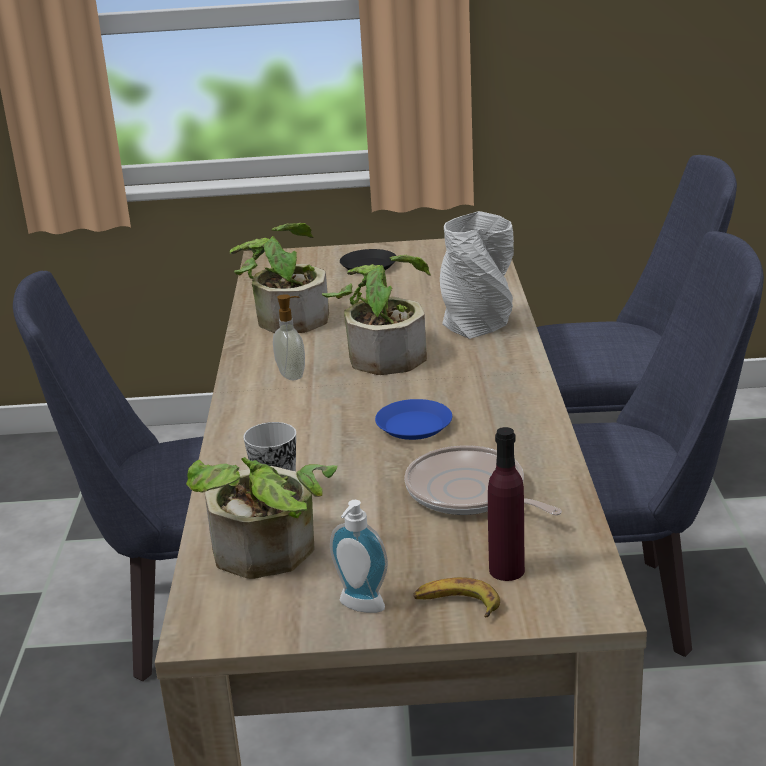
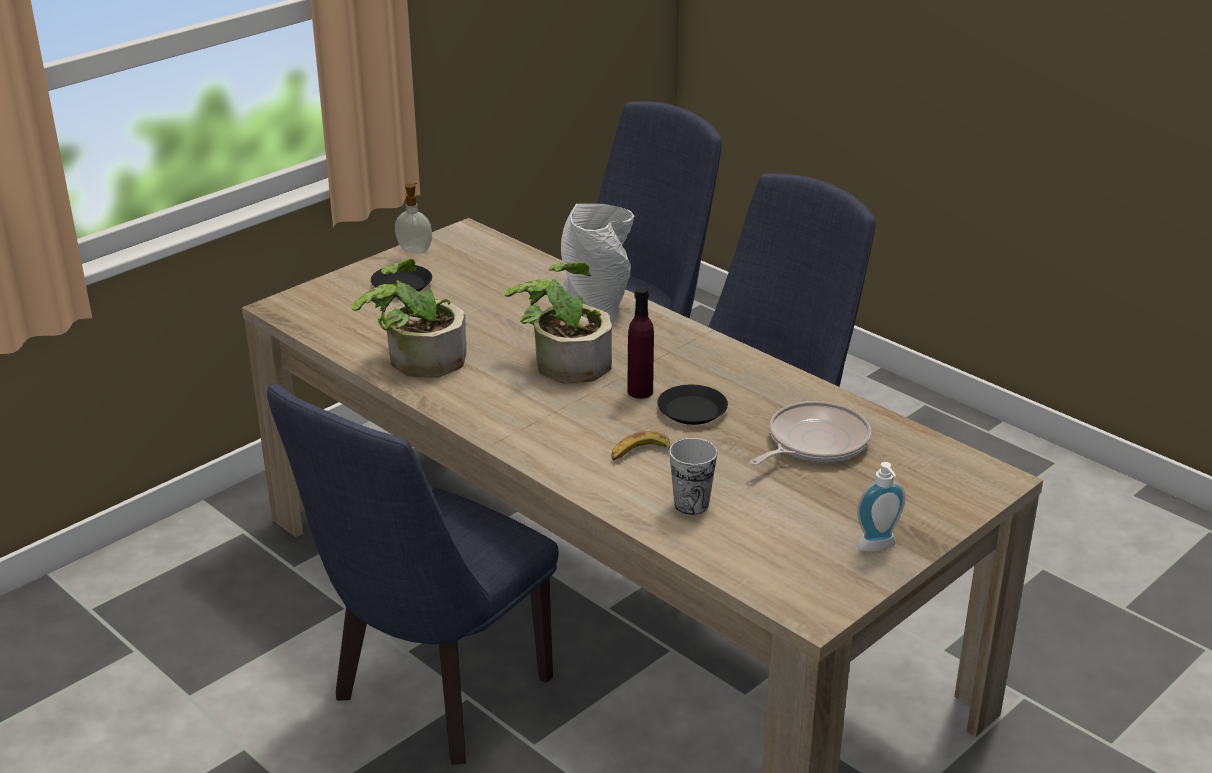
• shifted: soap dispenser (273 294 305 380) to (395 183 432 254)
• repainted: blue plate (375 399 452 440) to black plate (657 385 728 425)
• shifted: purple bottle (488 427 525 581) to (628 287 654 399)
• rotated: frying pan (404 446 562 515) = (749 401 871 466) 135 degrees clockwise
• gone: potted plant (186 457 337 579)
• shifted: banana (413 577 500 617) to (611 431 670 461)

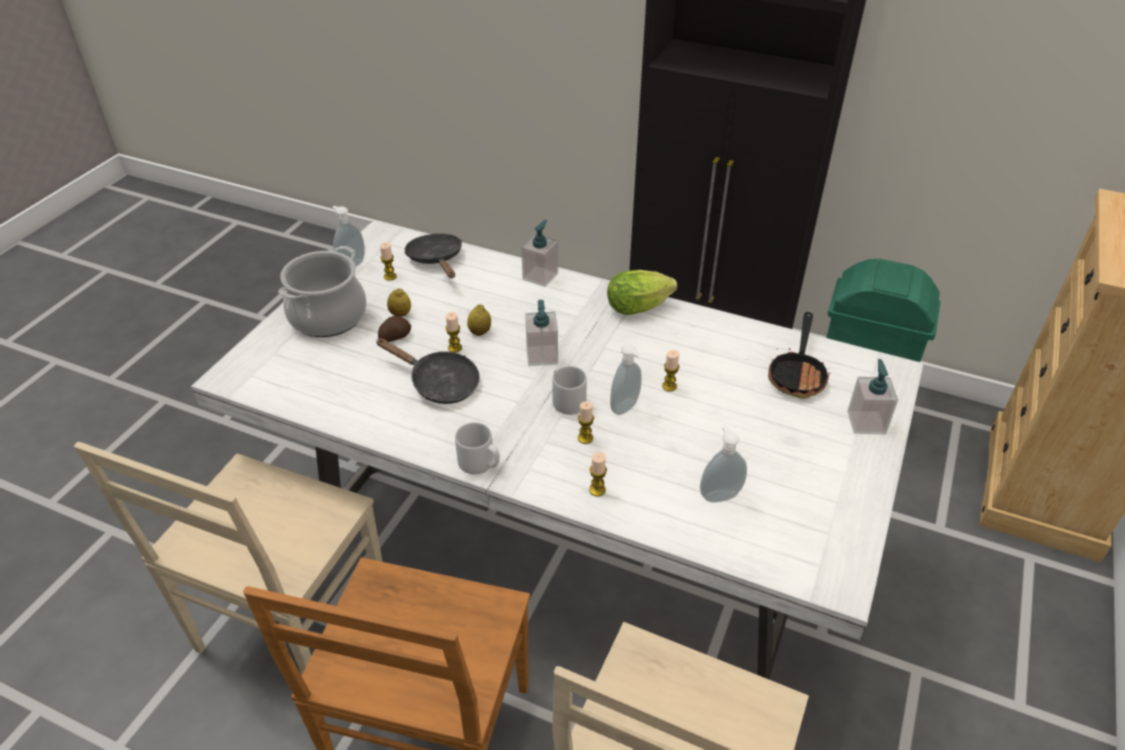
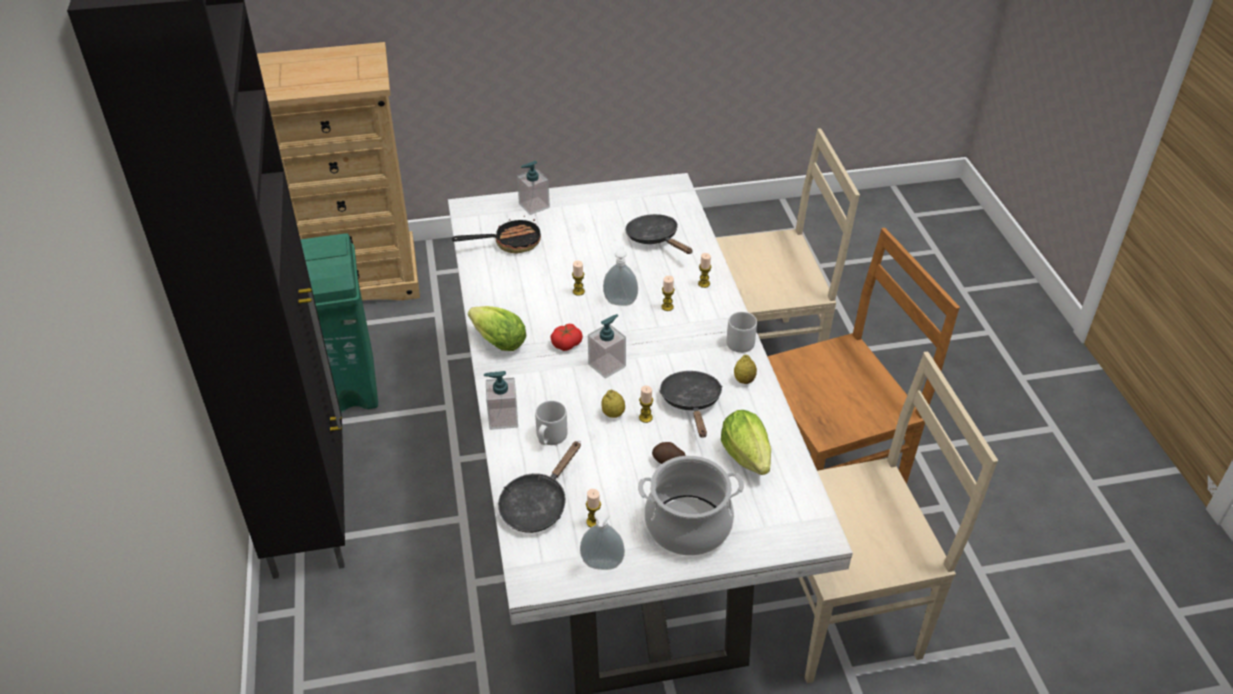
• shifted: lemon (387 288 411 317) to (734 355 757 384)
• shifted: grey mug (552 366 587 415) to (535 401 568 445)
• swapped: soap dispenser (700 426 747 503) to black frying pan (626 214 693 254)
• new: tomato (550 324 583 351)
• new: lettuce (721 410 771 475)

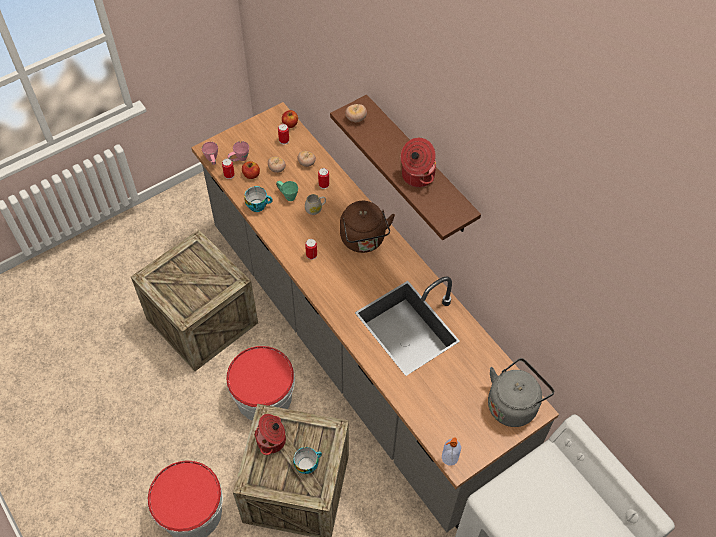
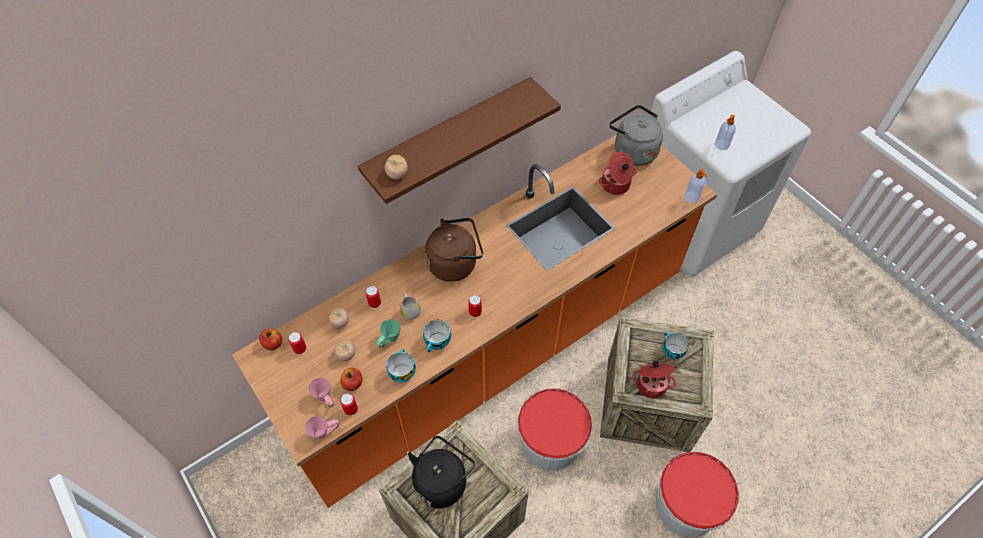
• repainted: grey counter (191 102 559 532) to orange counter (232 135 717 508)
• shifted: cooking pot (401 138 436 187) to (599 151 637 195)
• new: soap dispenser (715 115 736 150)
• new: cup (423 320 451 352)
• new: black kettle (408 436 475 509)

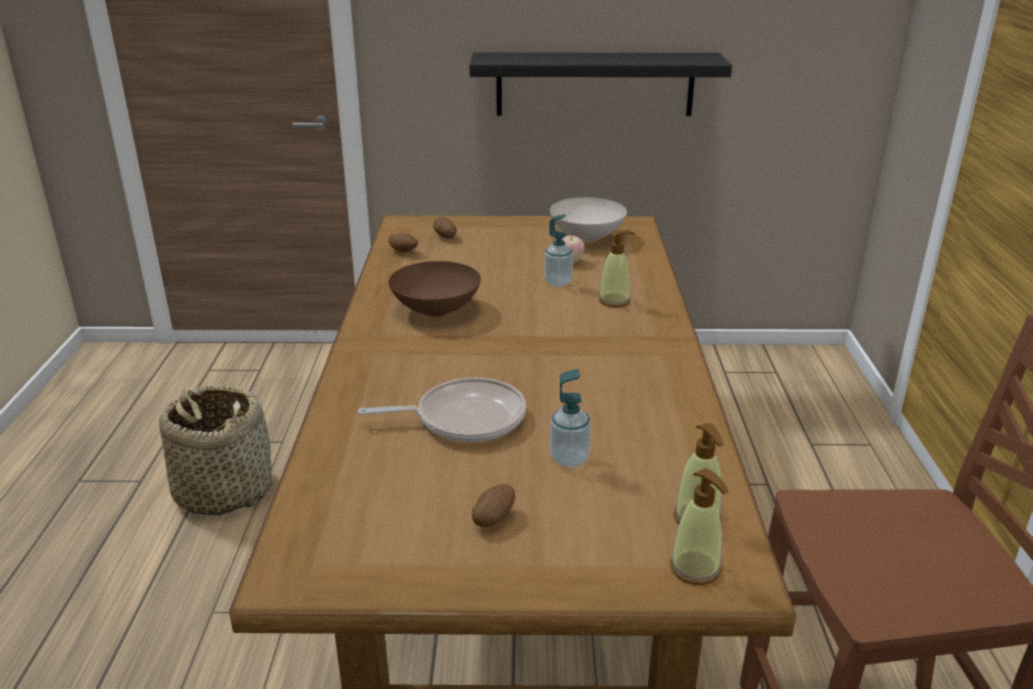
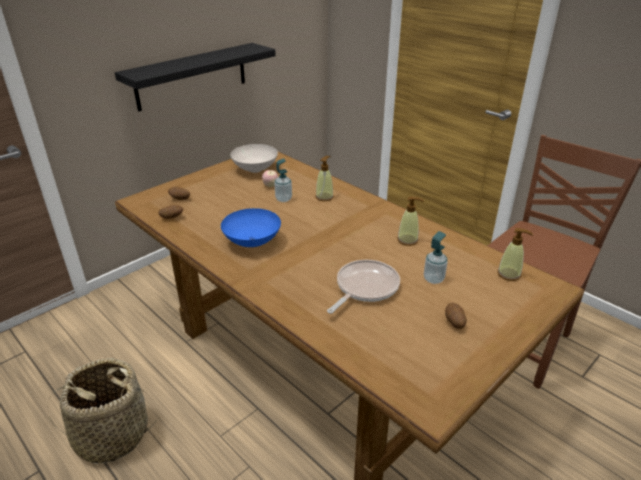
• repainted: brown bowl (388 261 481 317) to blue bowl (221 208 281 247)
• shifted: soap dispenser (670 468 728 585) to (397 197 424 246)

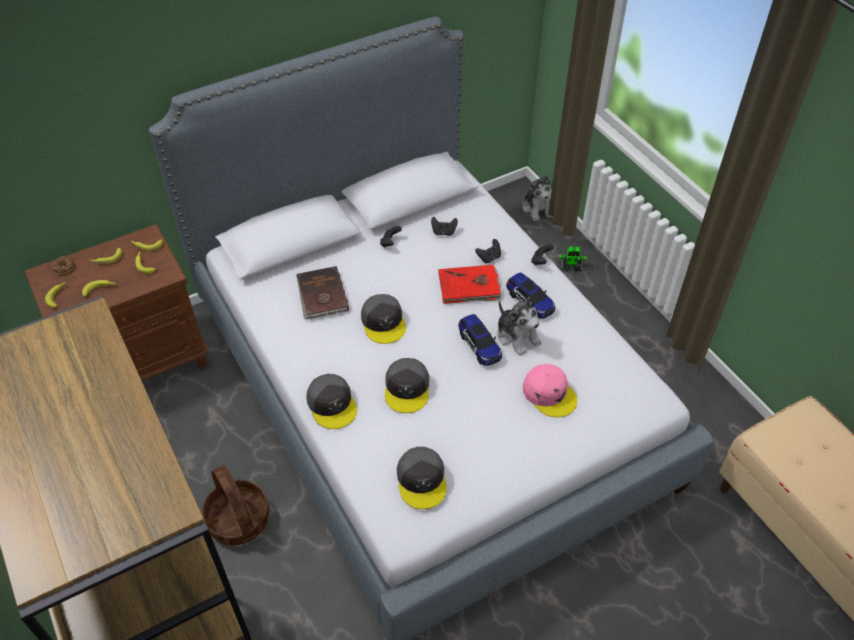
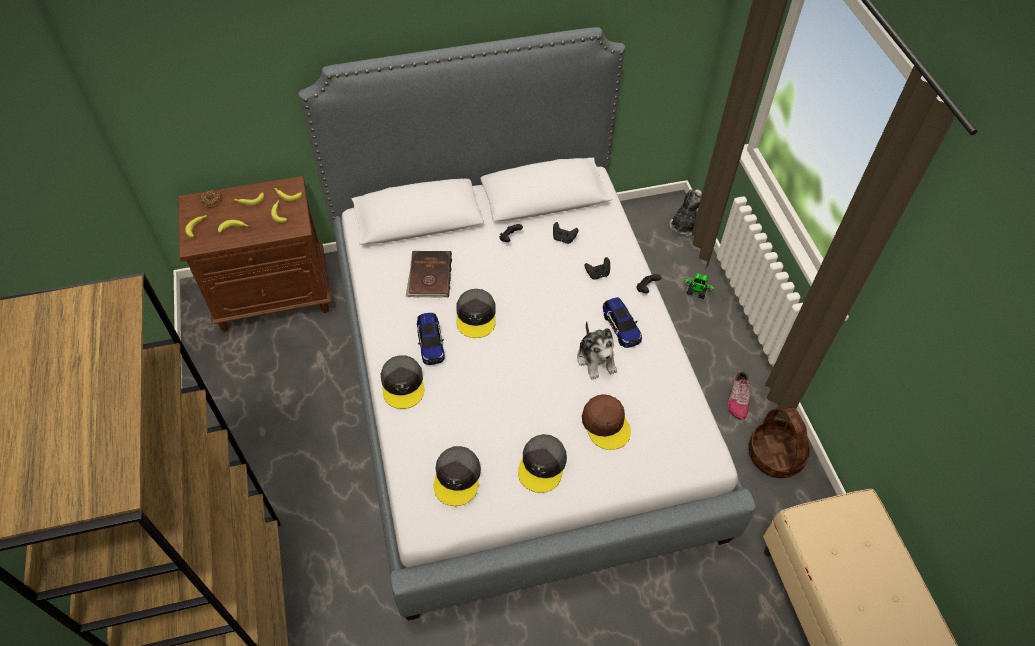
• rotated: plush toy (523 175 553 221) = (670 189 702 236) 150 degrees counterclockwise
• gone: red book (439 265 503 304)
• shifted: toy car (458 314 502 366) to (417 313 444 365)
• shifted: grey cap (385 358 429 413) to (518 434 567 493)
• repainted: pink cap (523 364 577 417) to brown cap (582 394 631 450)
• shifted: basket (202 465 269 545) to (749 407 811 478)
• new: shoe (727 371 751 420)

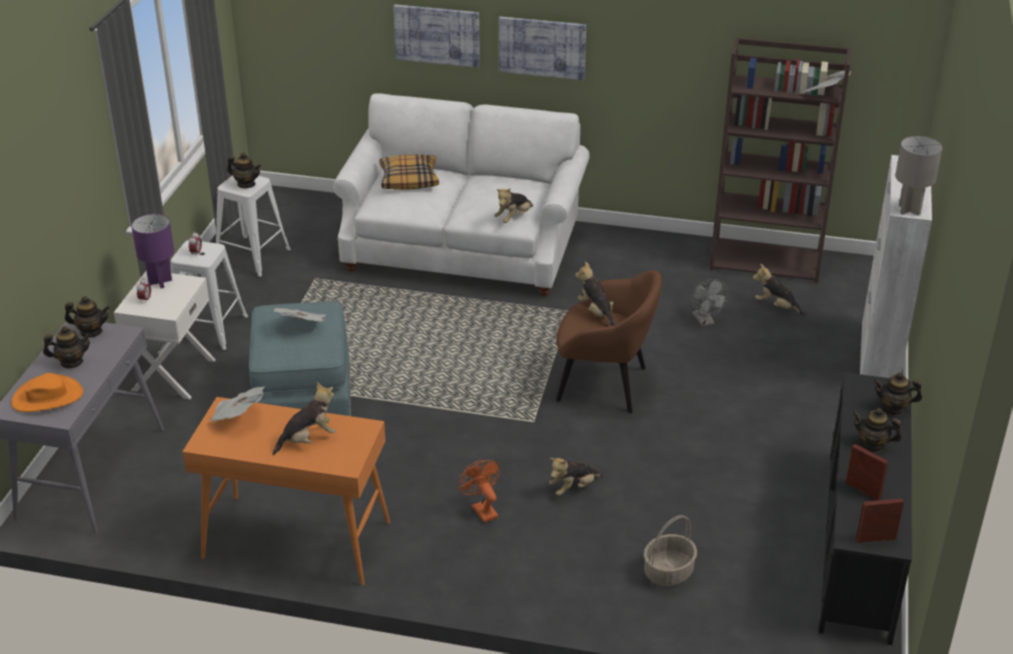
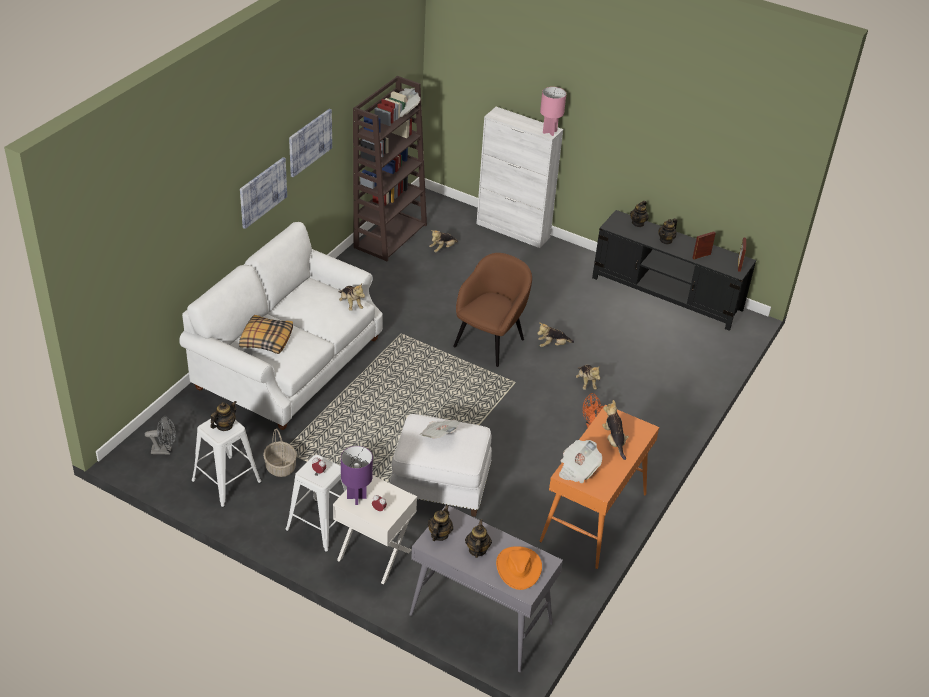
• shifted: picture (393 5 480 68) to (289 109 332 177)
• repainted: grey table lamp (895 136 942 216) to pink table lamp (540 87 566 136)
• shifted: plush toy (575 261 616 326) to (537 323 574 347)
• shifted: grey fan (691 279 728 326) to (145 416 176 455)
• repainted: blue ottoman (249 301 351 416) to white ottoman (390 414 492 517)
• shifted: basket (643 515 697 586) to (263 428 297 477)

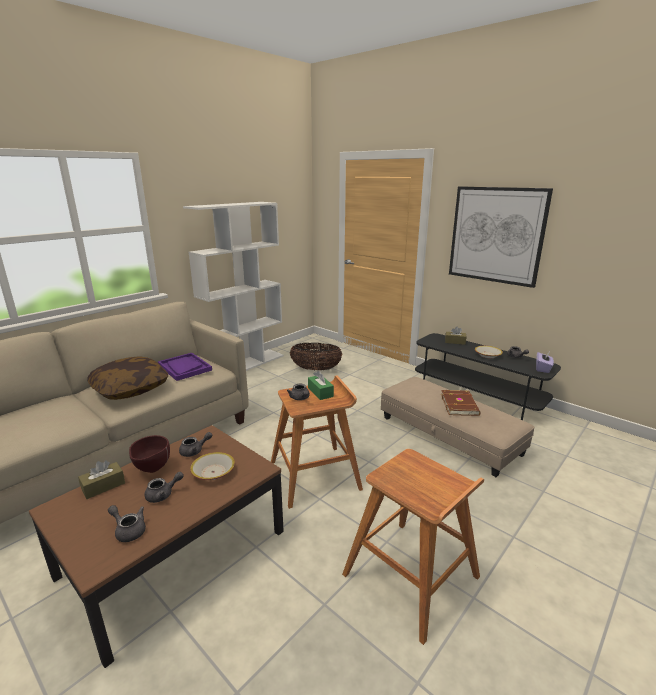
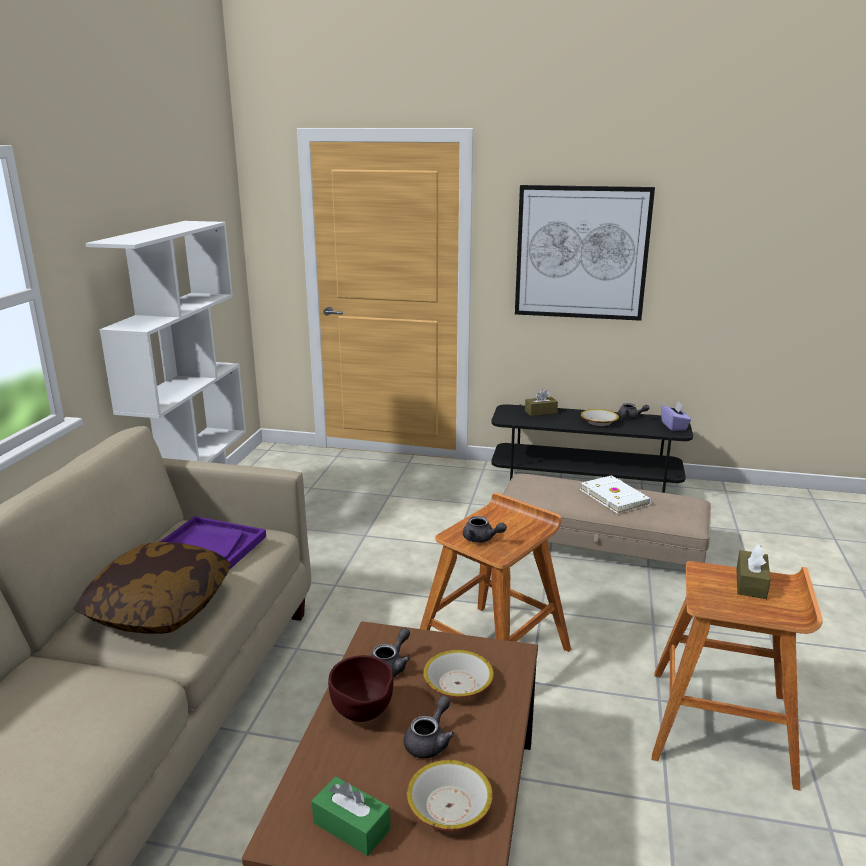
• gone: basket (290 343 342 370)
• shifted: green tissue box (308 371 334 400) to (312 776 391 856)
• repainted: brown book (441 390 480 416) to white book (580 475 651 514)
• shifted: brown tissue box (78 460 125 499) to (736 545 771 599)
• swapped: grey teapot (108 505 146 542) to bowl (407 760 493 831)

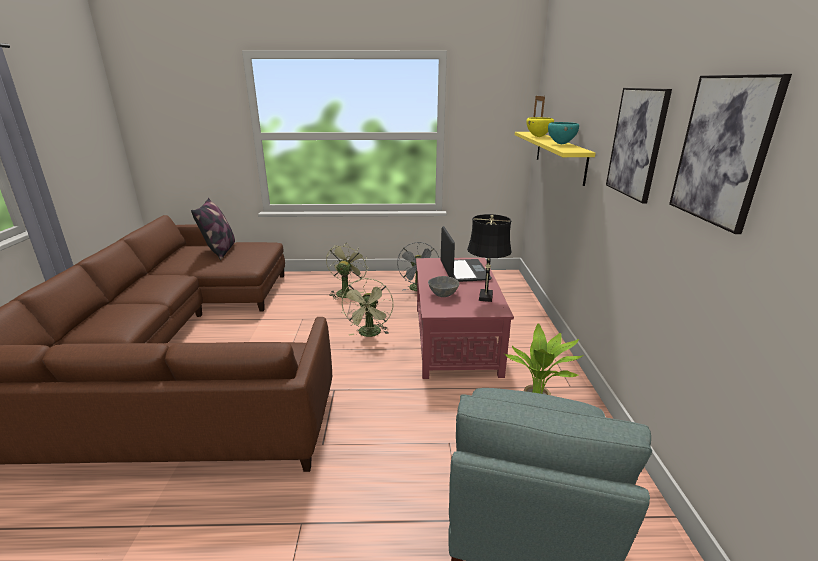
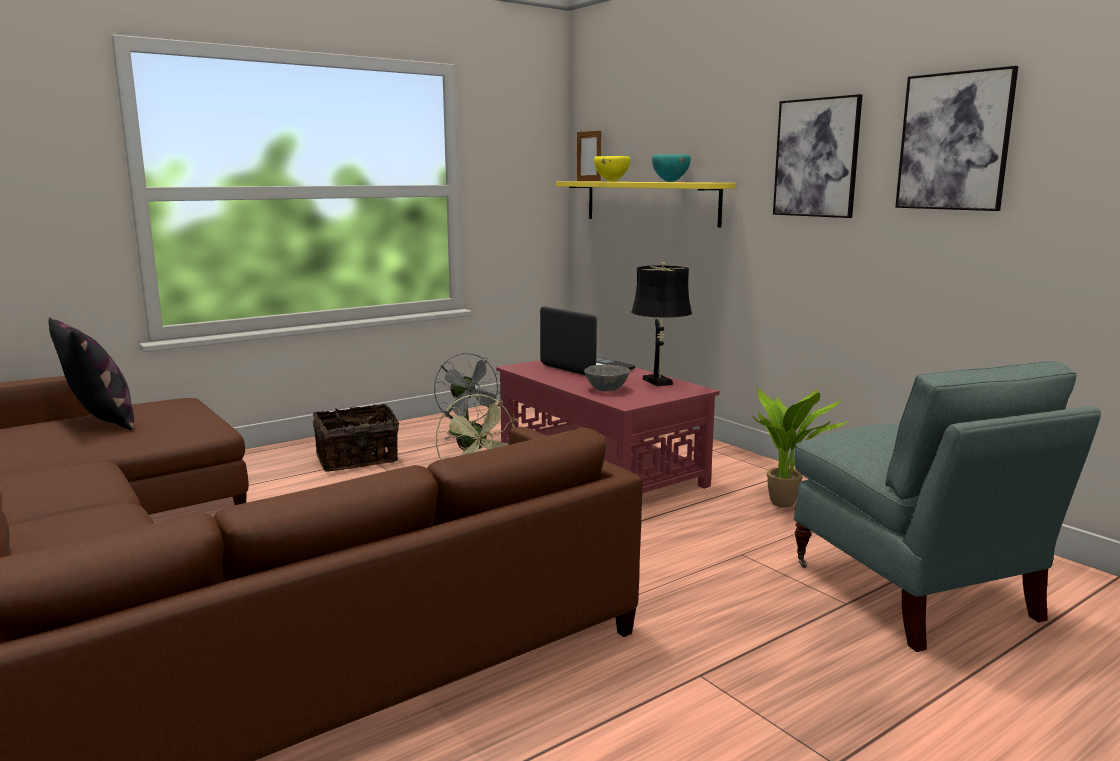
• swapped: green fan (326 243 368 300) to basket (313 404 399 472)

